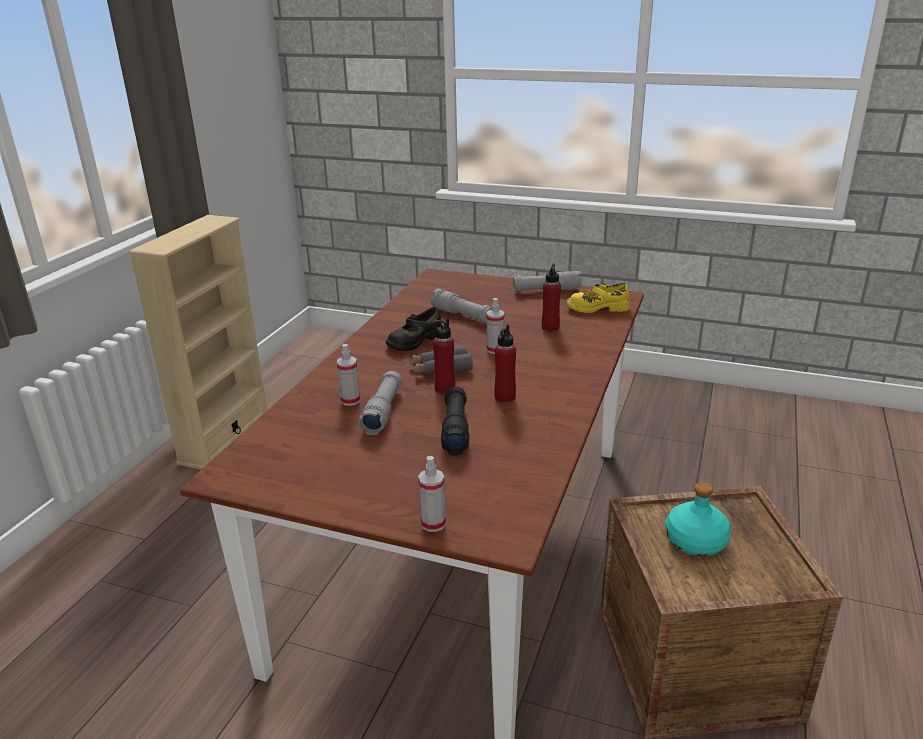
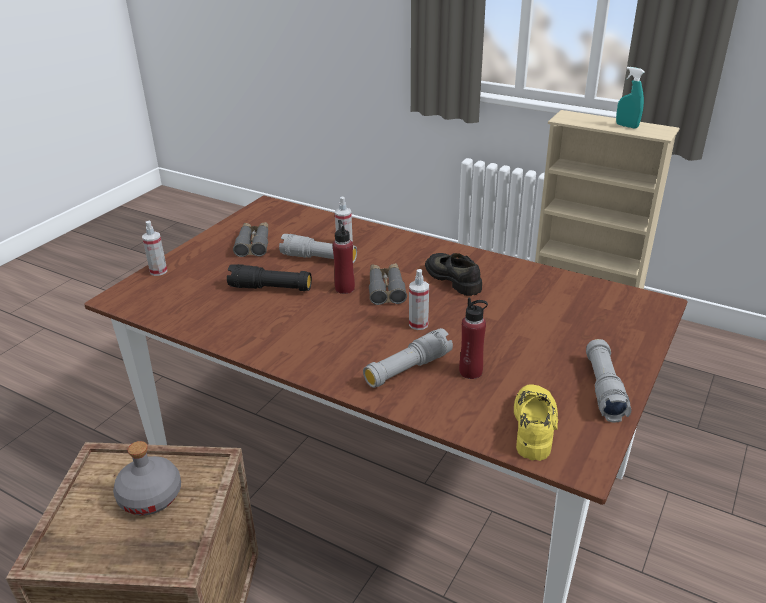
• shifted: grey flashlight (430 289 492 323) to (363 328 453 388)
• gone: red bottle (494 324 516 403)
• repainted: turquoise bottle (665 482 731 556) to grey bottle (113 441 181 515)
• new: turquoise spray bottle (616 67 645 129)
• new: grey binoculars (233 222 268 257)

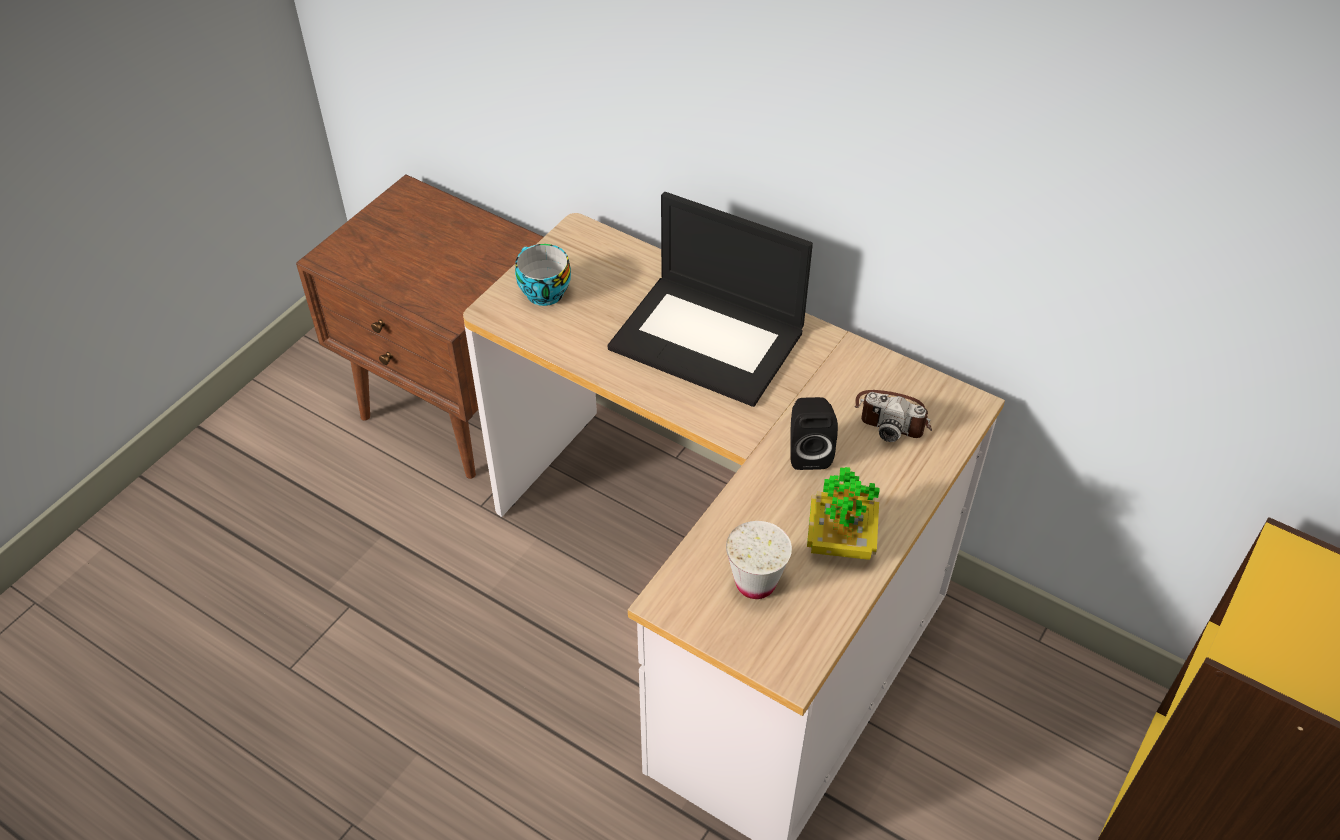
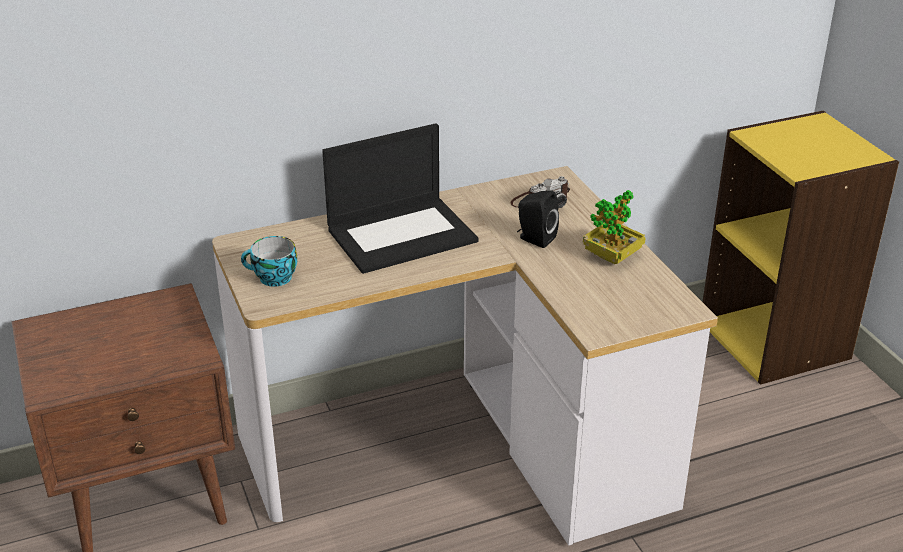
• gone: white cup (726 521 792 599)

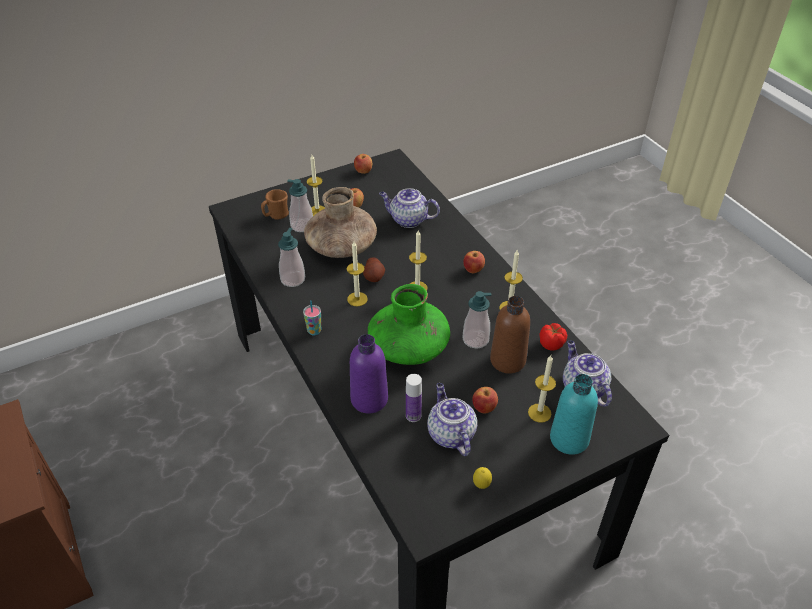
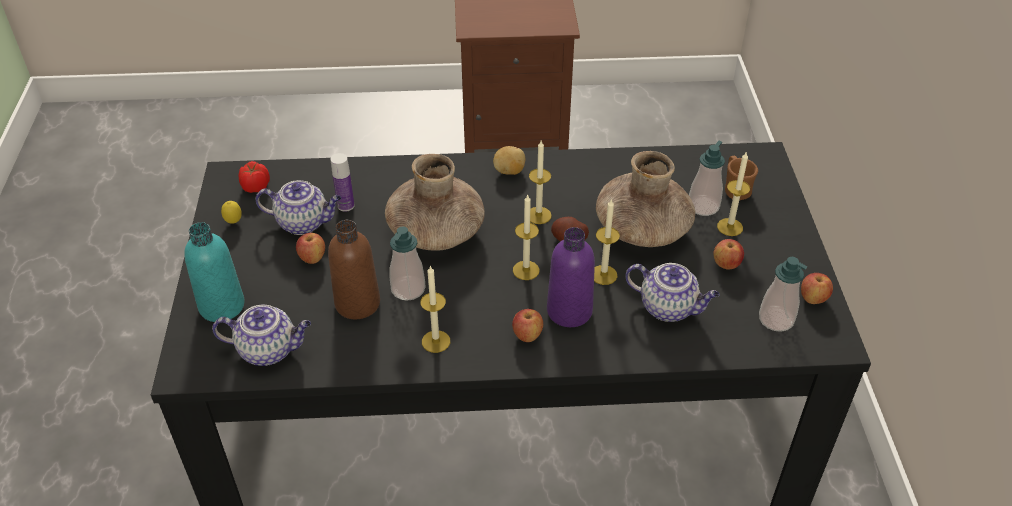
• rotated: teapot (379 188 440 228) = (625 263 720 322) 75 degrees clockwise
• shifted: soap dispenser (278 228 305 287) to (759 257 808 332)
• repainted: green vase (368 284 450 365) to brown vase (385 154 485 250)
• swapped: cup (303 300 321 335) to potato (493 146 525 175)
• shifted: tomato (540 323 567 351) to (239 161 270 193)
• shifted: purple bottle (350 334 388 414) to (547 227 595 327)
• shifted: candle (528 355 556 423) to (594 199 620 285)

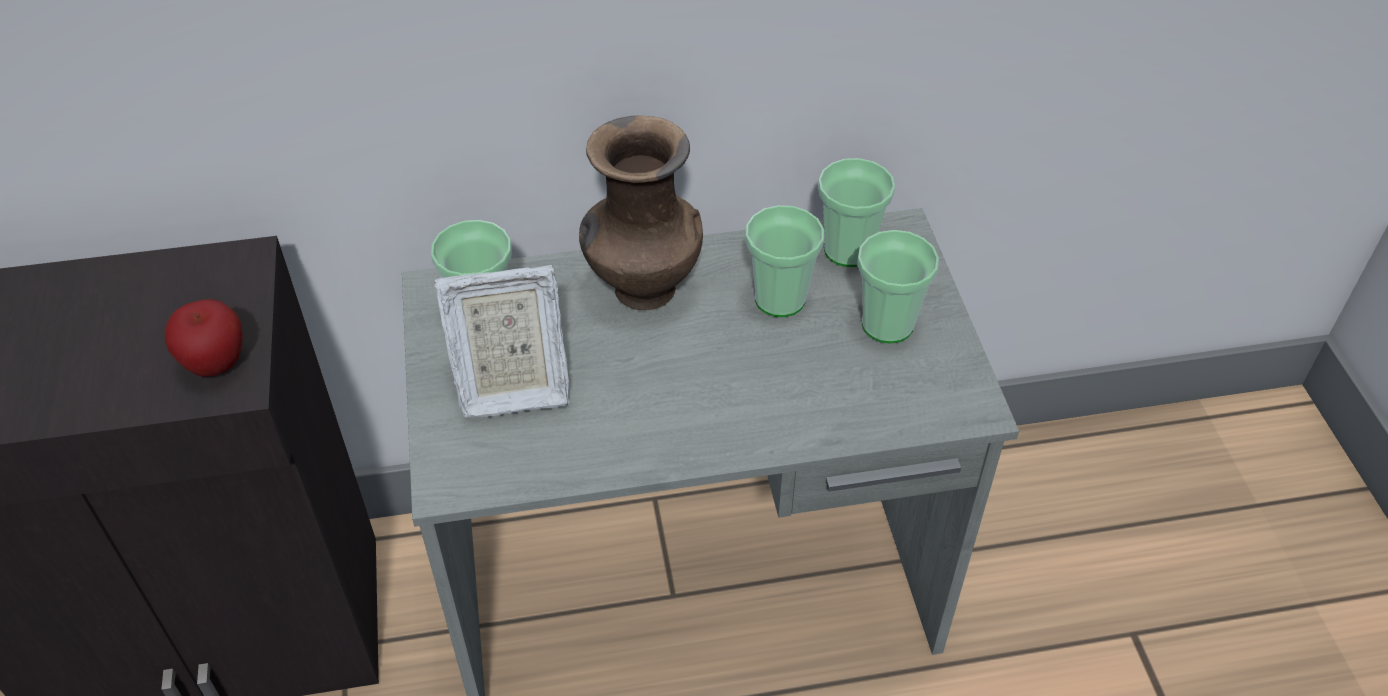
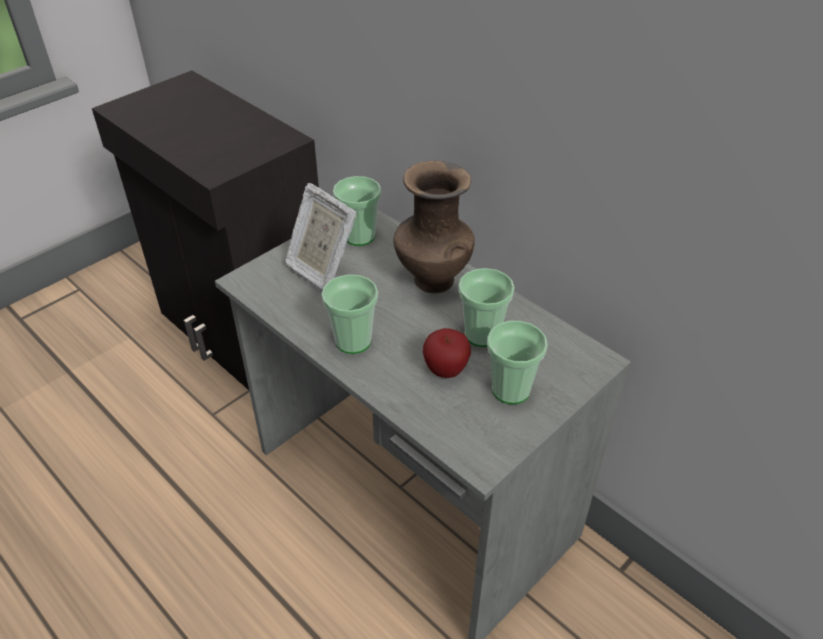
• shifted: cup (818 158 895 267) to (321 274 378 354)
• shifted: apple (165 299 243 377) to (423 328 471 378)

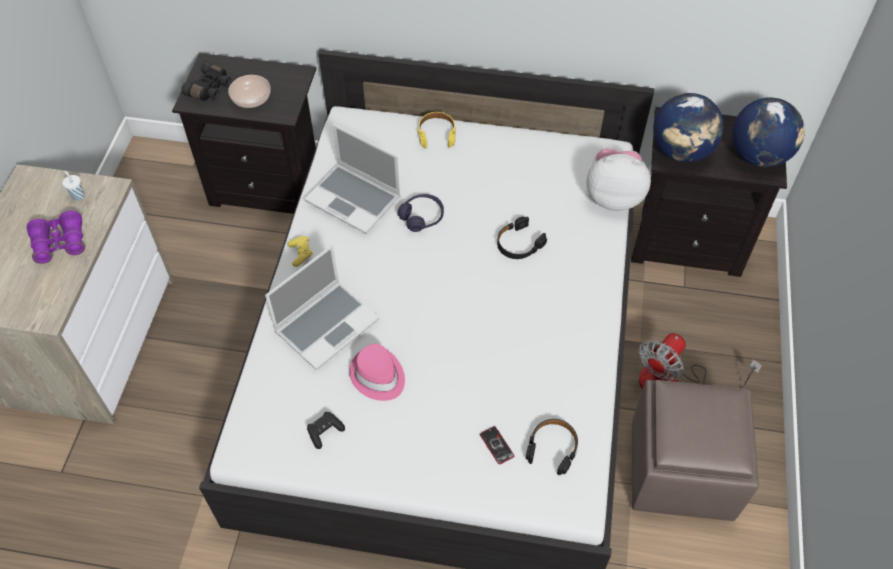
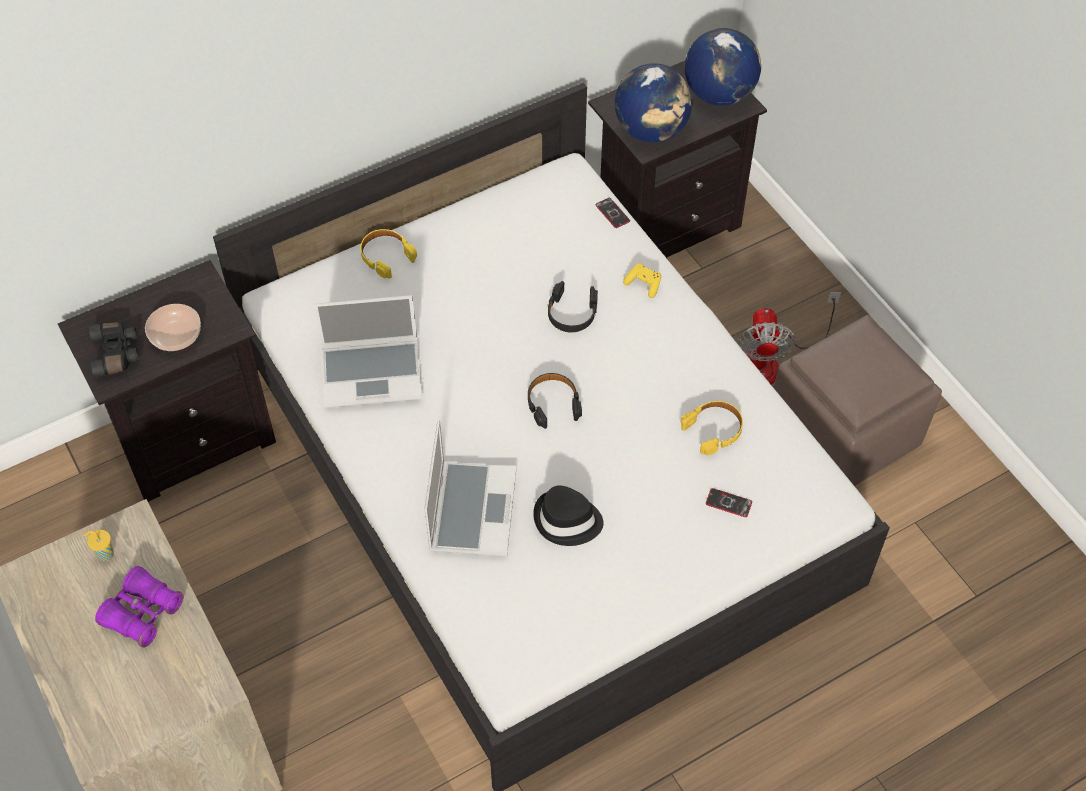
• swapped: plush toy (587 148 651 211) to phone (595 198 630 228)
• repainted: white cup (63 171 85 201) to yellow cup (83 530 114 561)
• gone: purple headphones (397 194 444 232)
• shifted: yellow game controller (288 236 313 267) to (623 263 661 298)
• repainted: pink hat (349 344 405 401) to black hat (533 485 604 546)
• gone: black game controller (307 412 345 449)
• shifted: black headphones (525 419 578 475) to (528 373 582 429)
• new: yellow headphones (681 401 743 455)

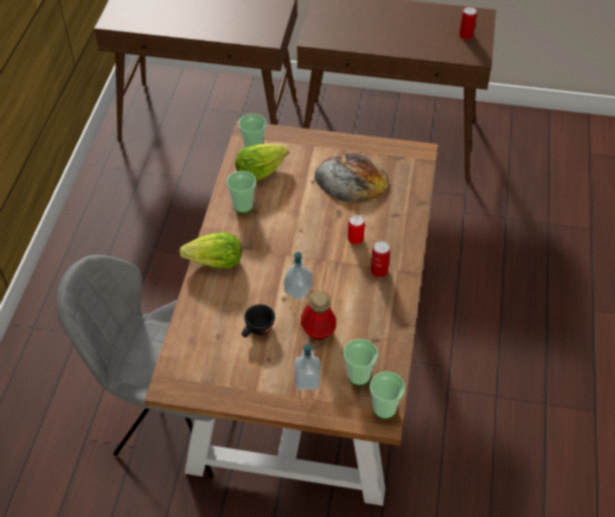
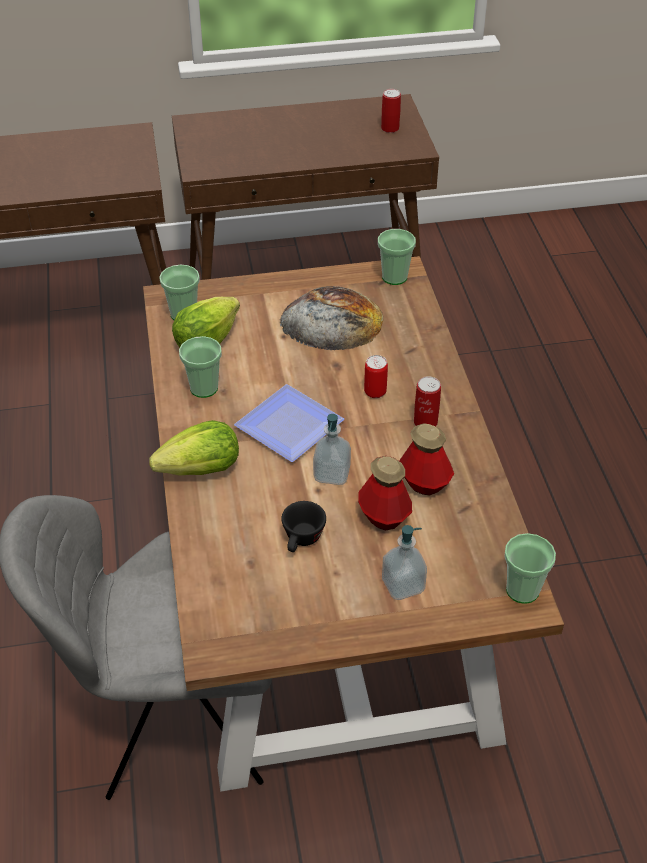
• shifted: cup (344 339 378 385) to (378 229 416 285)
• new: plate (234 384 344 462)
• new: bottle (399 424 454 496)

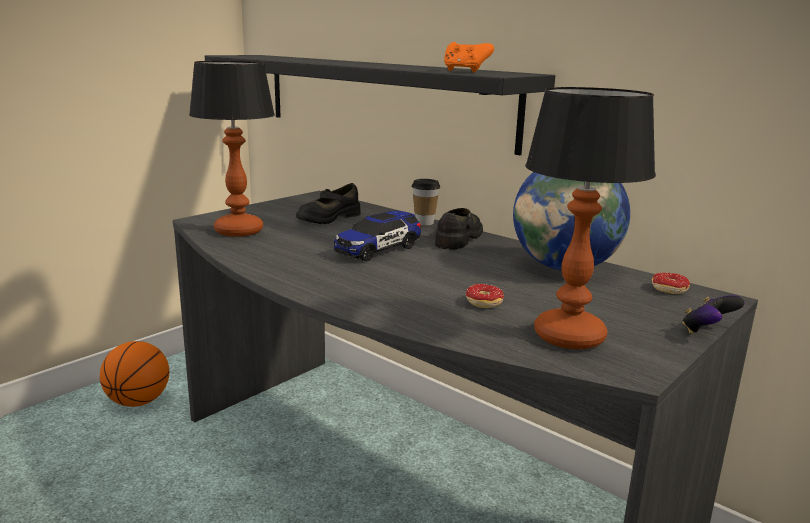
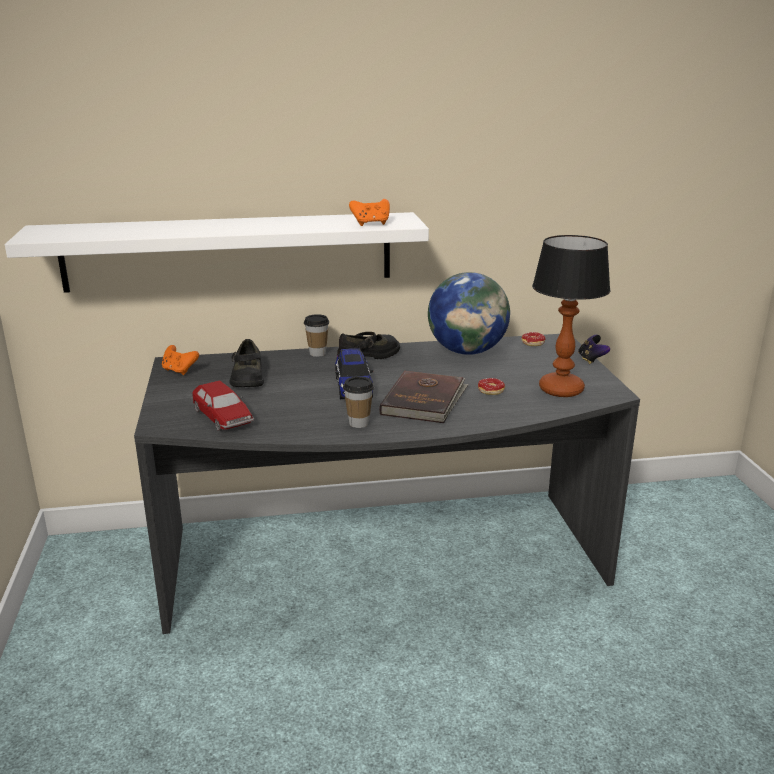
• repainted: black shelf (205 55 555 155) to white shelf (5 212 429 293)
• swapped: table lamp (189 61 275 237) to toy car (191 380 254 431)
• rotated: black shoe (435 208 483 250) = (337 332 400 359) 90 degrees clockwise
• gone: basketball (100 341 169 407)
• new: orange game controller (162 345 199 375)
• new: brown book (379 371 468 423)
• new: cup (343 376 374 428)

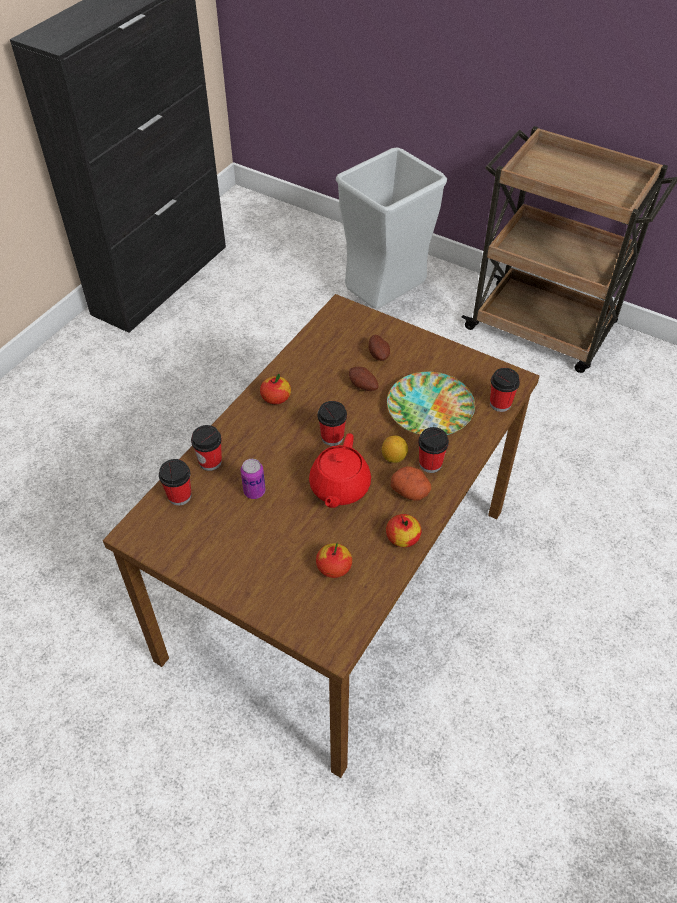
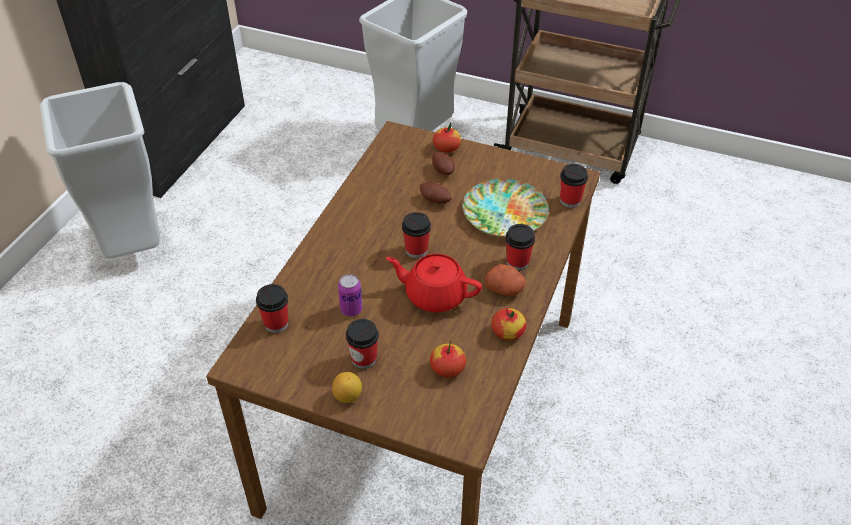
• shifted: apple (260 374 291 404) to (433 123 461 153)
• shifted: cup (191 425 222 471) to (346 319 379 369)
• rotated: red teapot (309 433 371 508) = (386 254 482 312) 105 degrees clockwise
• shifted: lemon (382 436 408 463) to (332 372 362 403)
• new: grey trash can (40 82 161 259)

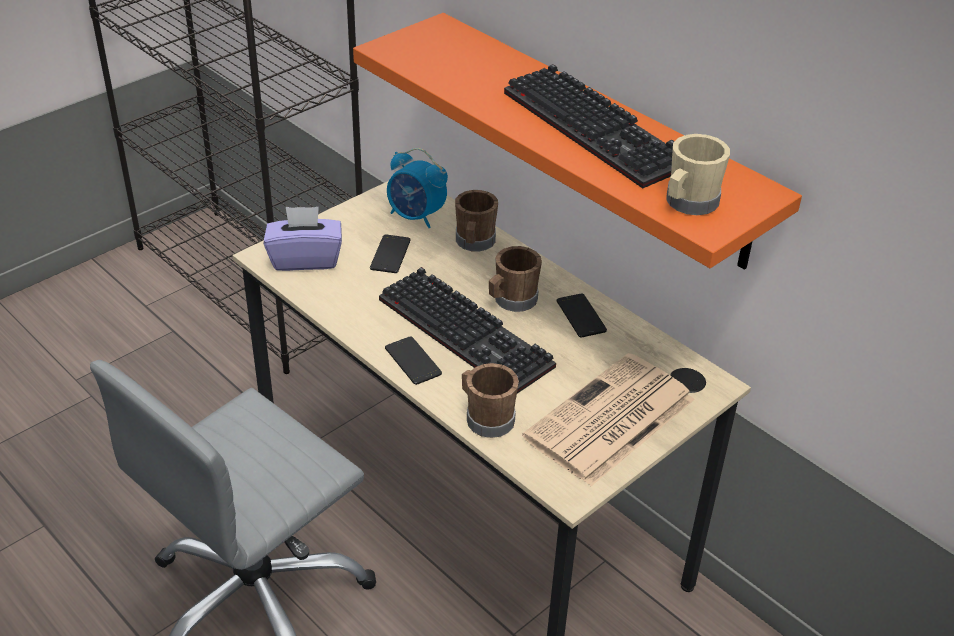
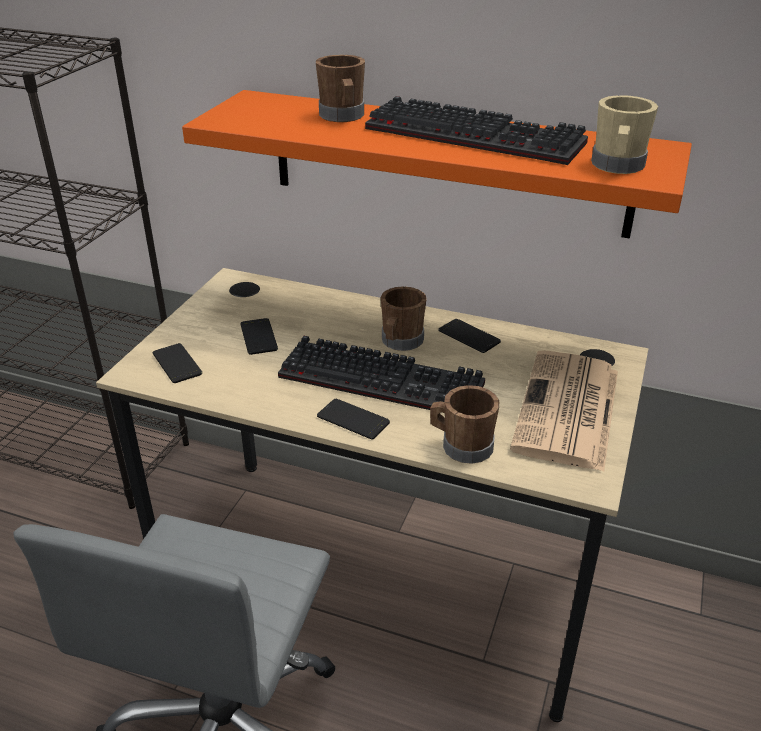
• gone: alarm clock (387 148 448 228)
• shifted: brown mug (455 190 498 252) to (316 55 365 122)
• swapped: purple tissue box (264 207 342 271) to phone (153 343 202 383)

